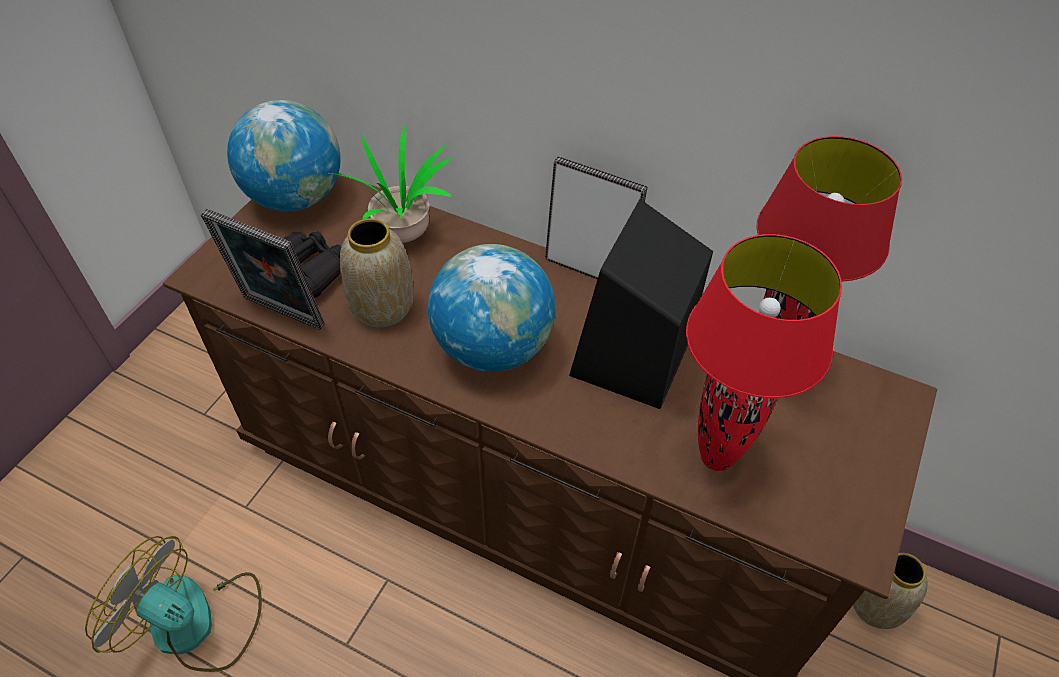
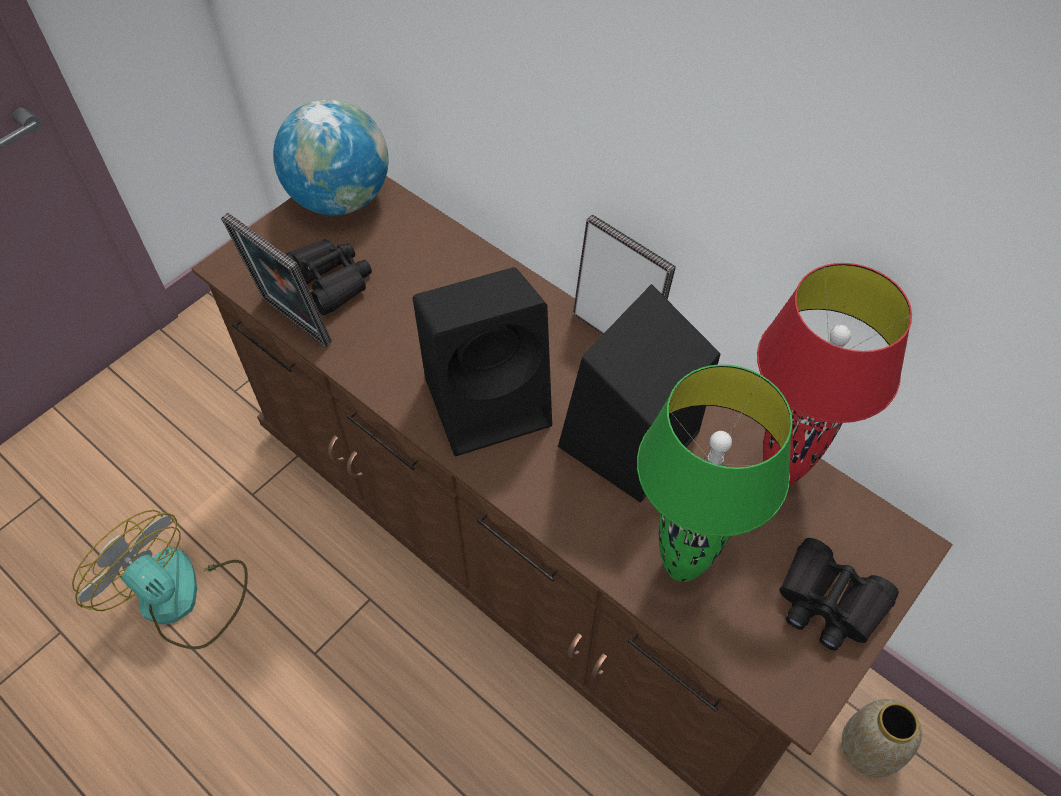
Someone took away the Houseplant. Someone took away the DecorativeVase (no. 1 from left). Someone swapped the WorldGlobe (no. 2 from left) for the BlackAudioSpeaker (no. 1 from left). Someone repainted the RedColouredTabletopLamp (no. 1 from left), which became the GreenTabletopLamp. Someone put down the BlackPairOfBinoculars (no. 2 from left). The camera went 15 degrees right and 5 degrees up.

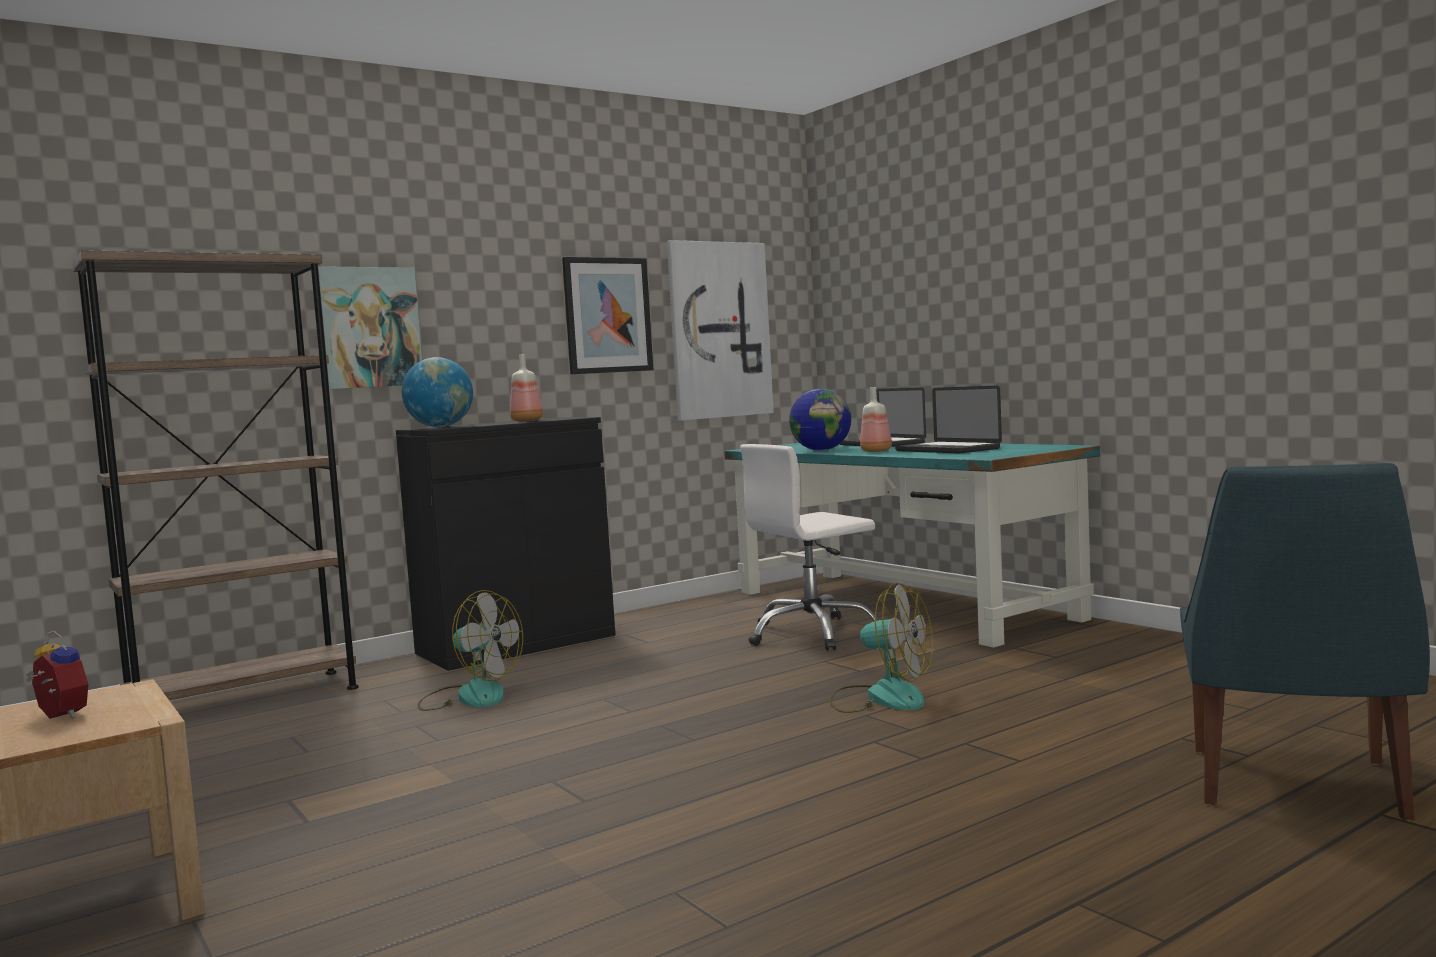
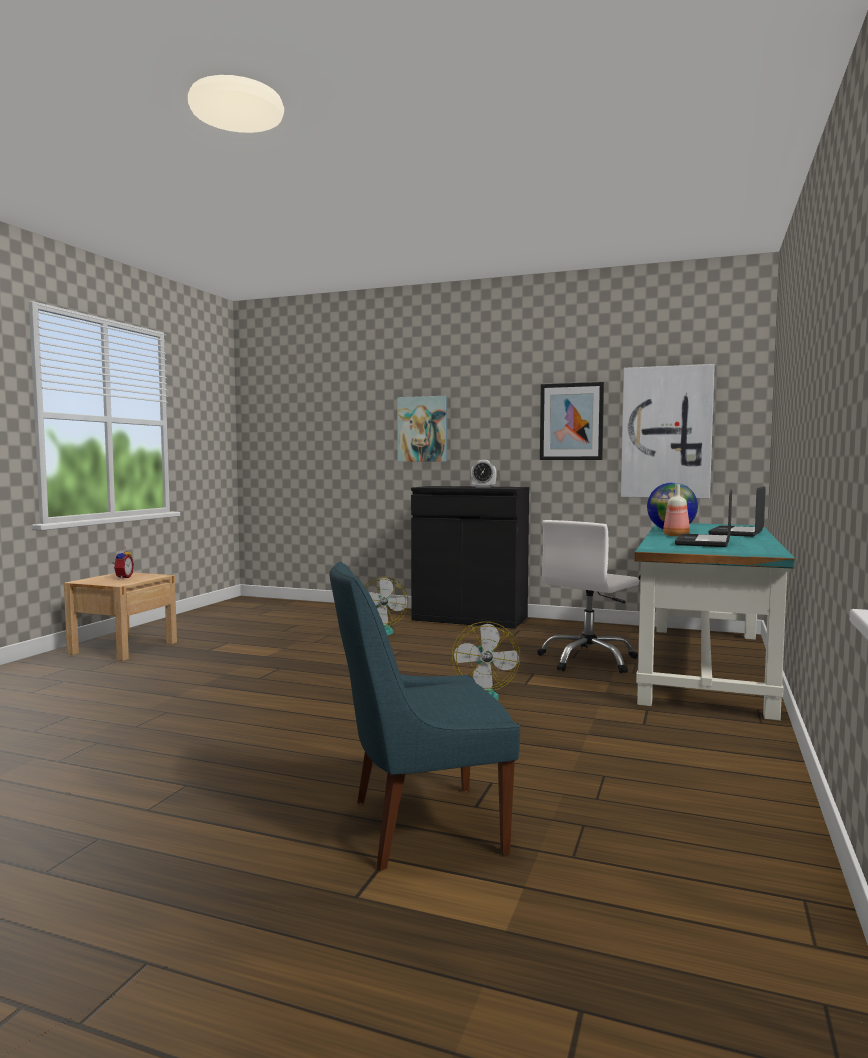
Someone took away the BrownBookcase. Someone took away the WorldGlobe (no. 1 from left). Someone swapped the Bottle (no. 1 from left) for the BedsideClock (no. 2 from left). Someone rotated the WhiteOfficeChair by 75 degrees counterclockwise. The camera went 55 degrees right and 0 degrees up.

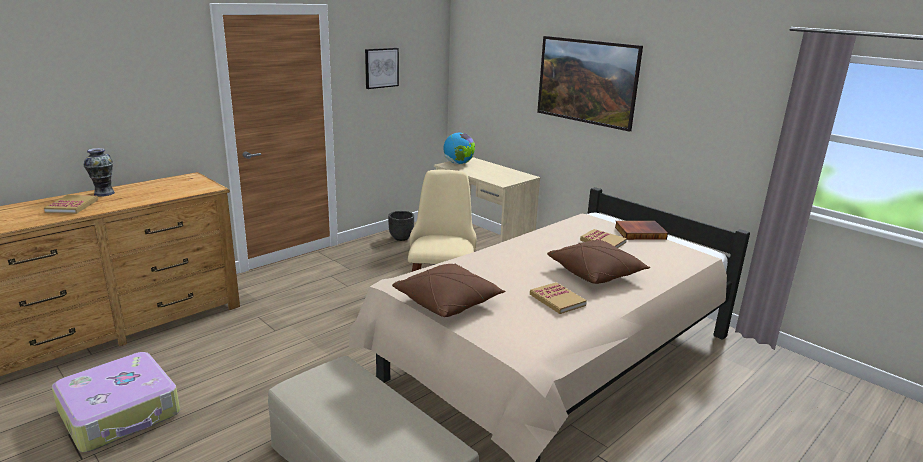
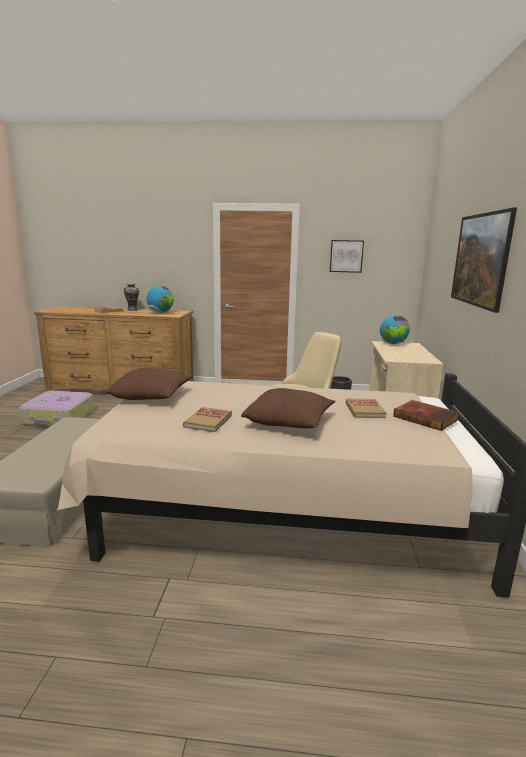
Someone put down the WorldGlobe (no. 1 from left). The camera went 50 degrees right and 5 degrees down.

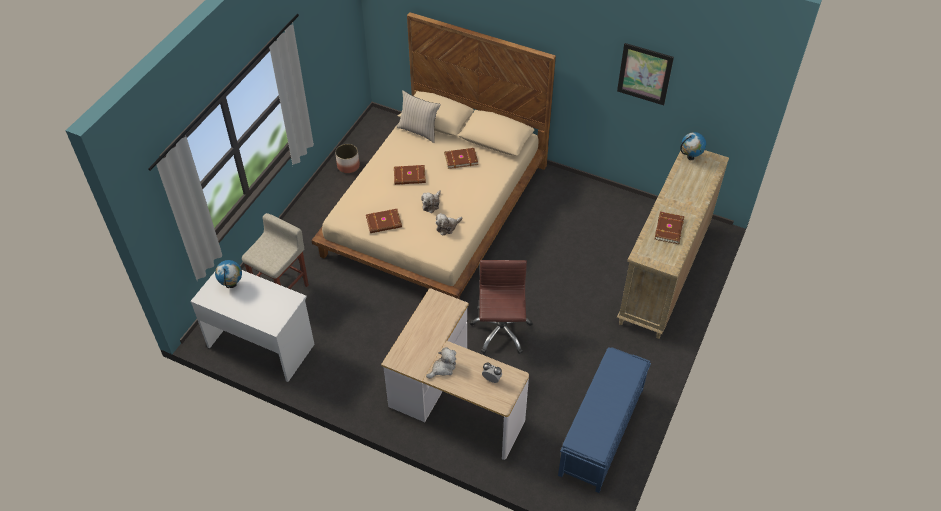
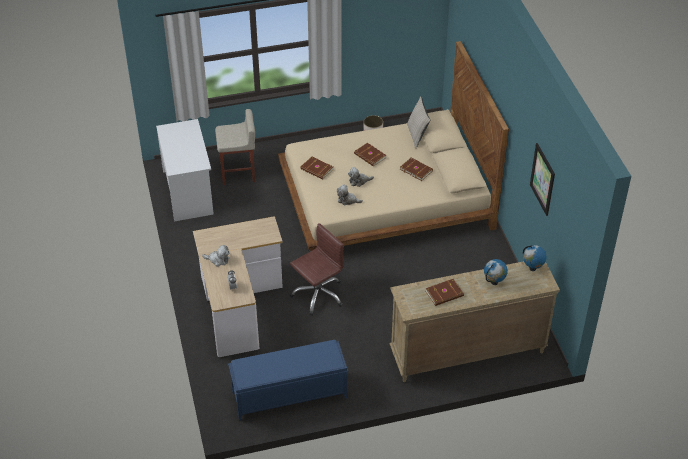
Someone carried the WorldGlobe (no. 1 from left). The camera went 50 degrees right and 5 degrees down.

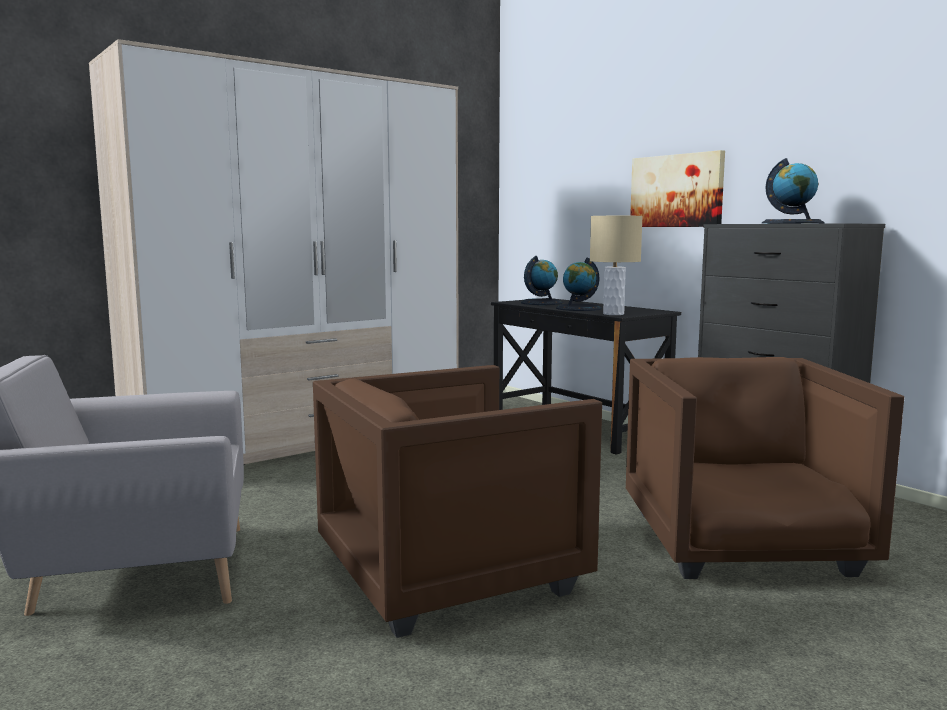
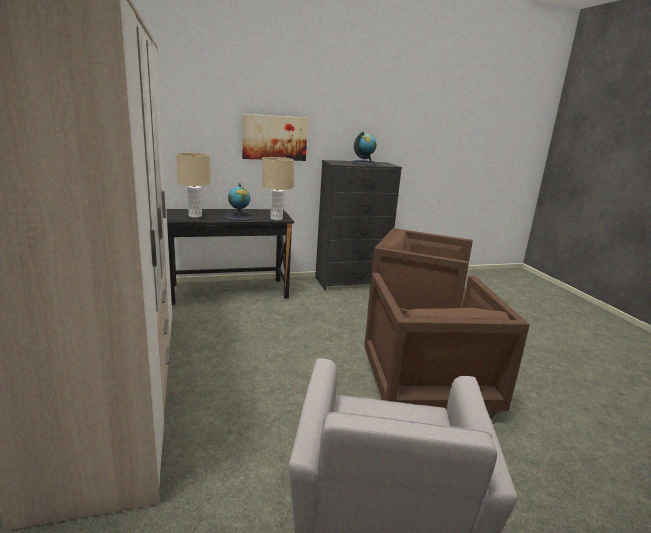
Someone swapped the WorldGlobe (no. 1 from left) for the SandColouredTabletopLamp (no. 1 from left). The camera went 70 degrees left and 10 degrees up.

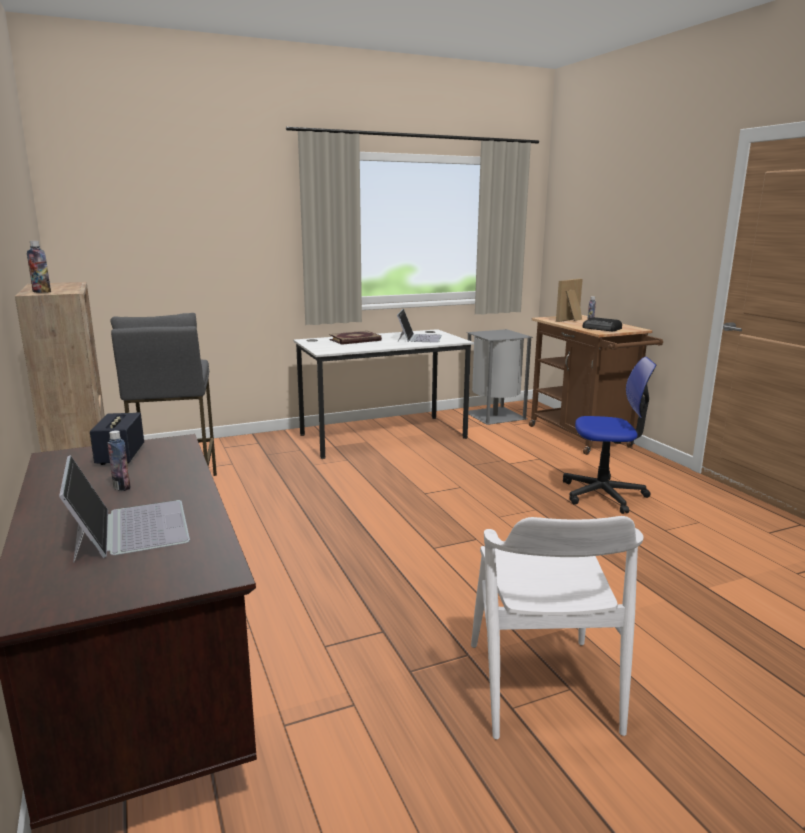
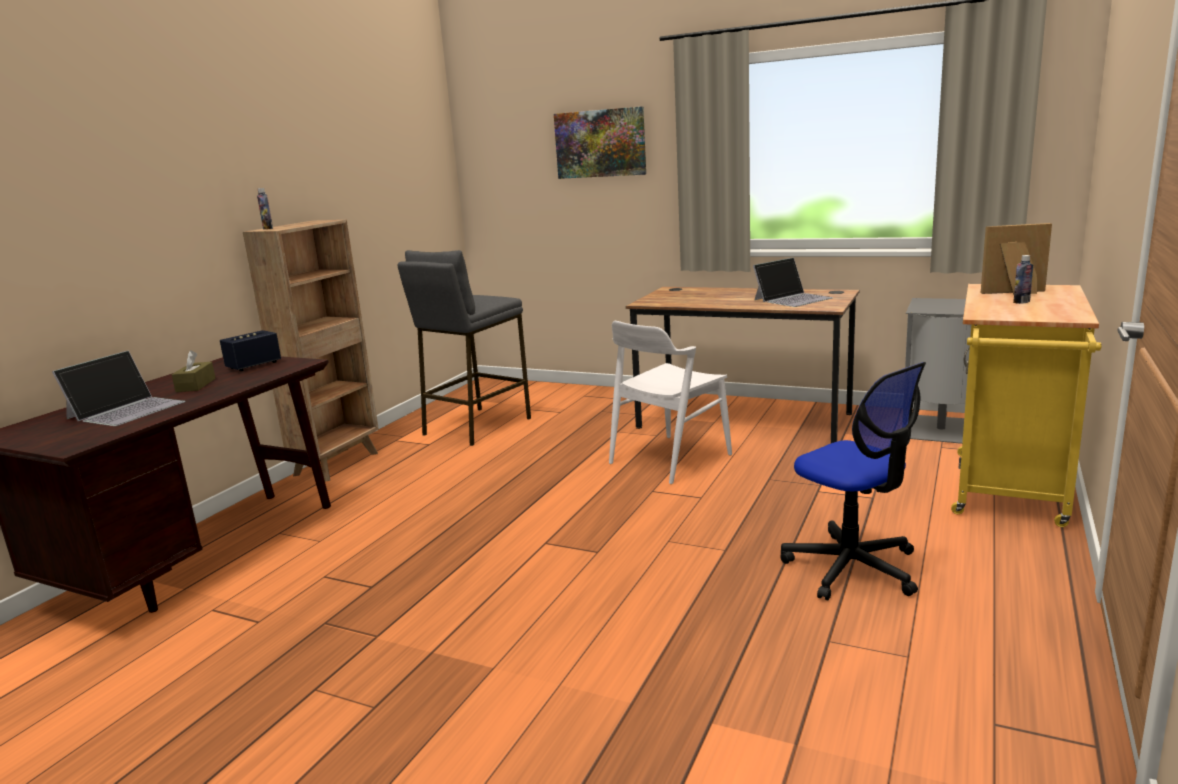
Someone swapped the Bottle (no. 2 from left) for the BrownTissueHolder. Someone repainted the WhiteDeskUnit, which became the BrownDeskUnit (no. 2 from left). Someone took away the BoundBook. Someone carried the WhiteUprightChair. Someone repainted the BrownWheeledCart, which became the YellowWheeledCart. Someone took away the RadioReceiver. Someone put up the WallArt. The camera went 50 degrees right and 0 degrees up.

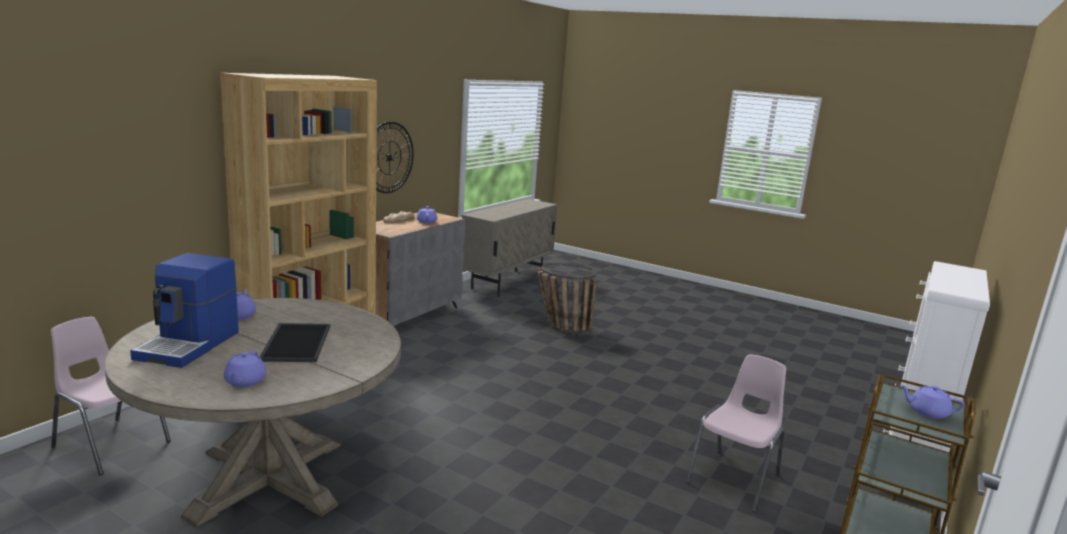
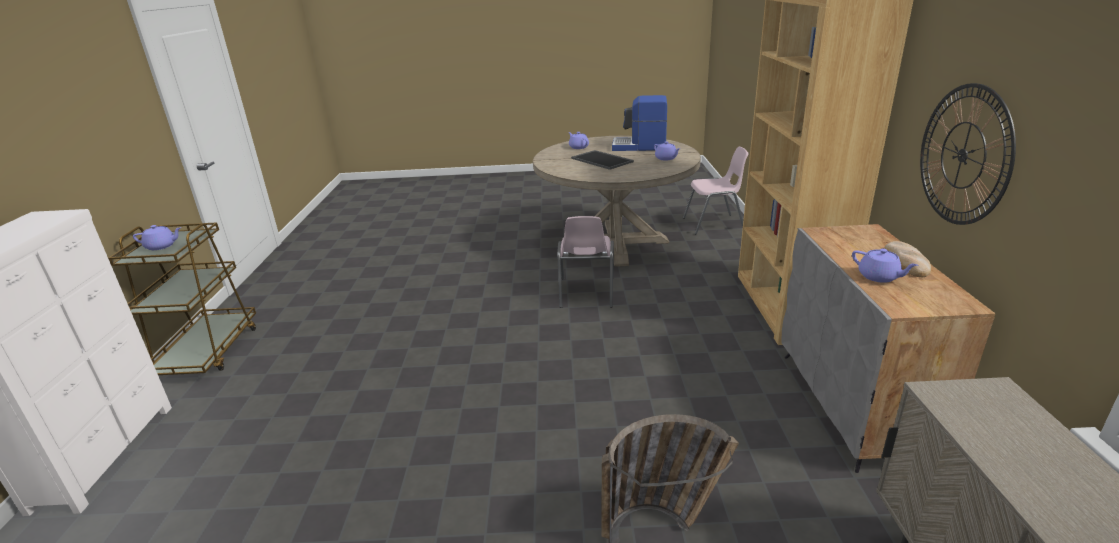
Someone rotated the CoffeeMachine by 60 degrees counterclockwise. Someone carried the PinkColouredUprightChair (no. 2 from left in the first image). The camera went 150 degrees right and 10 degrees up.

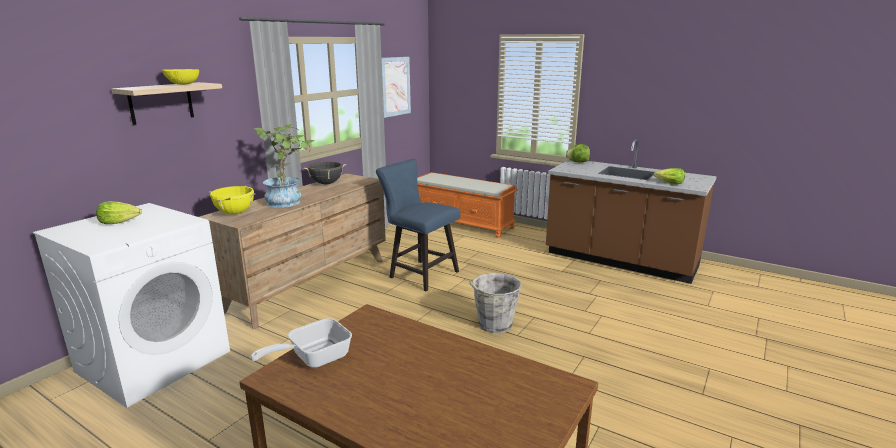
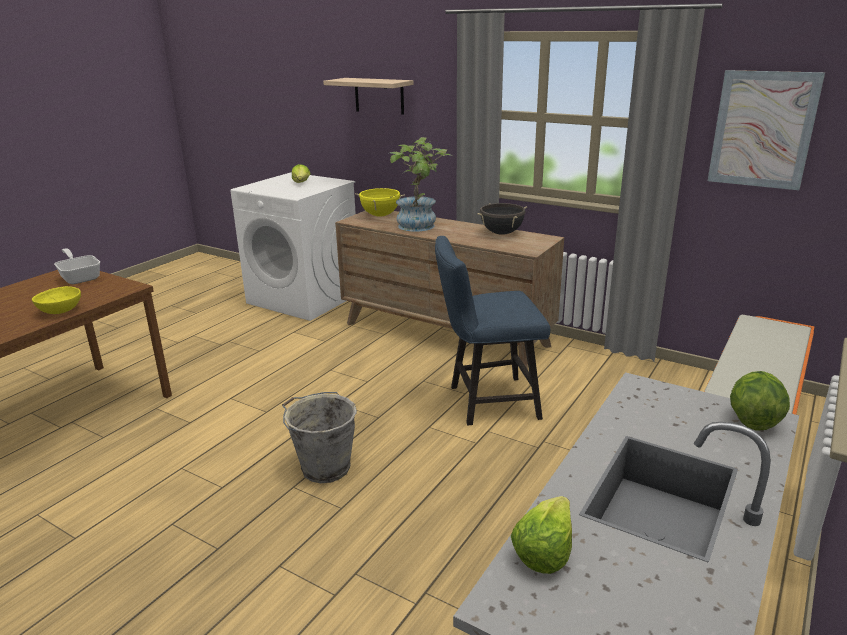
Someone carried the YellowDeepDish. Someone rotated the BluishUprightChair by 135 degrees counterclockwise. The camera went 90 degrees right and 5 degrees up.

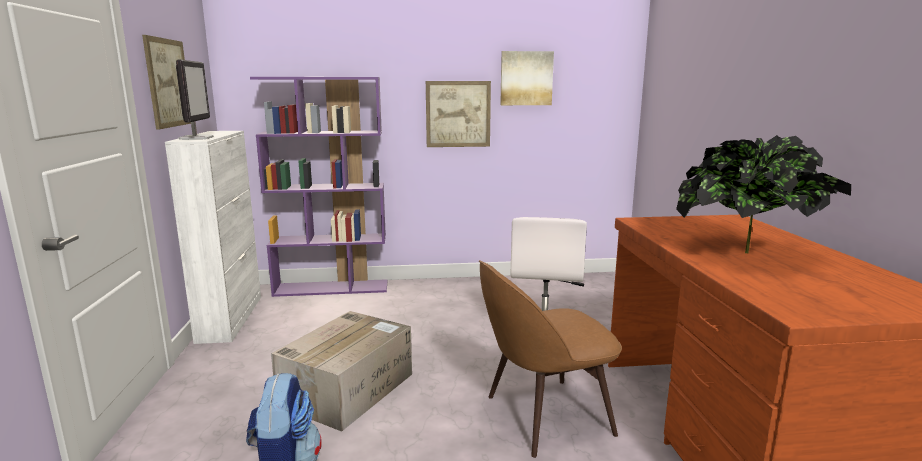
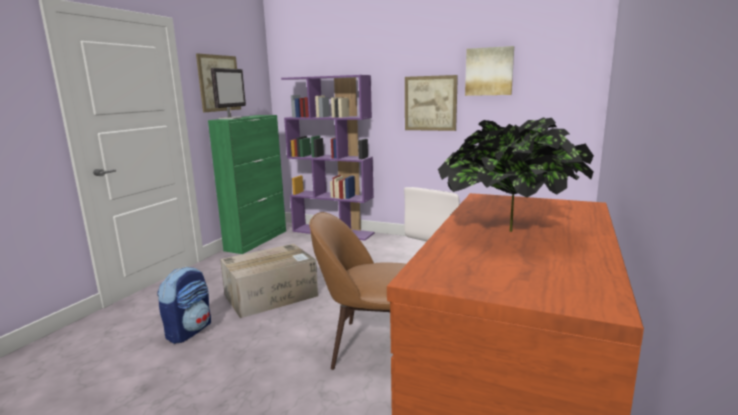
Someone repainted the WhiteCupboard, which became the GreenCupboard. The camera went 30 degrees right and 0 degrees up.

